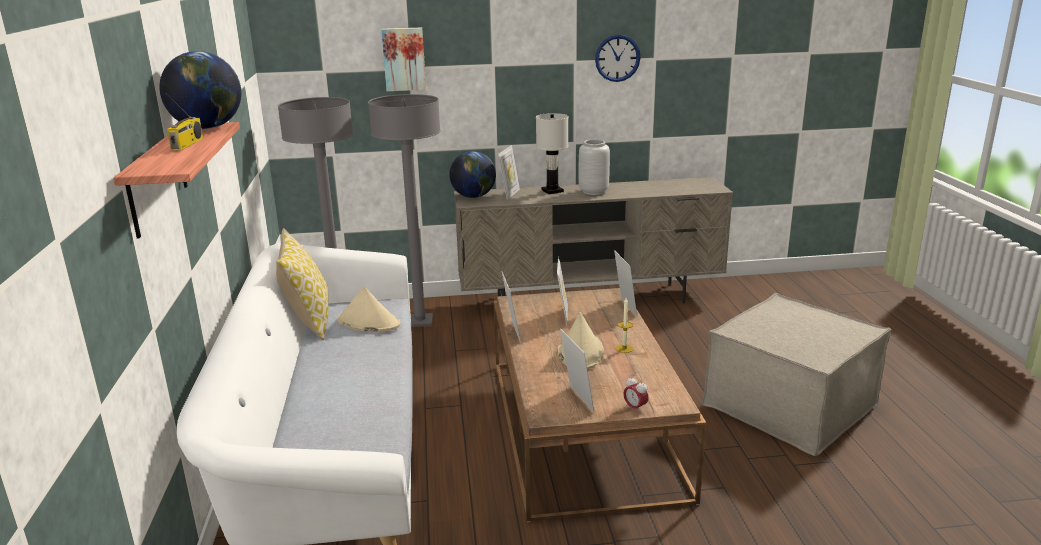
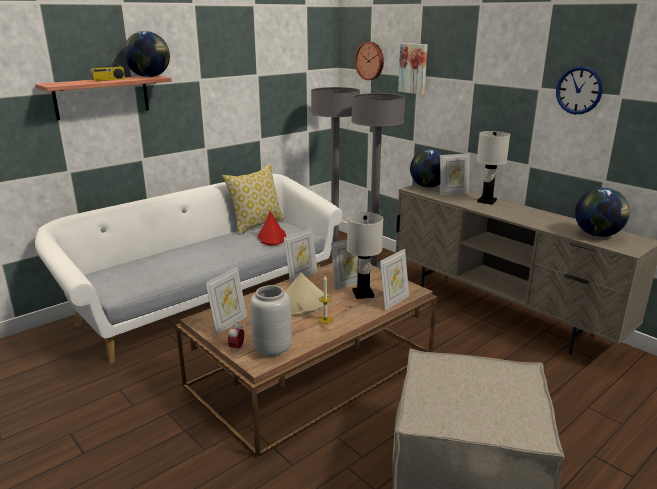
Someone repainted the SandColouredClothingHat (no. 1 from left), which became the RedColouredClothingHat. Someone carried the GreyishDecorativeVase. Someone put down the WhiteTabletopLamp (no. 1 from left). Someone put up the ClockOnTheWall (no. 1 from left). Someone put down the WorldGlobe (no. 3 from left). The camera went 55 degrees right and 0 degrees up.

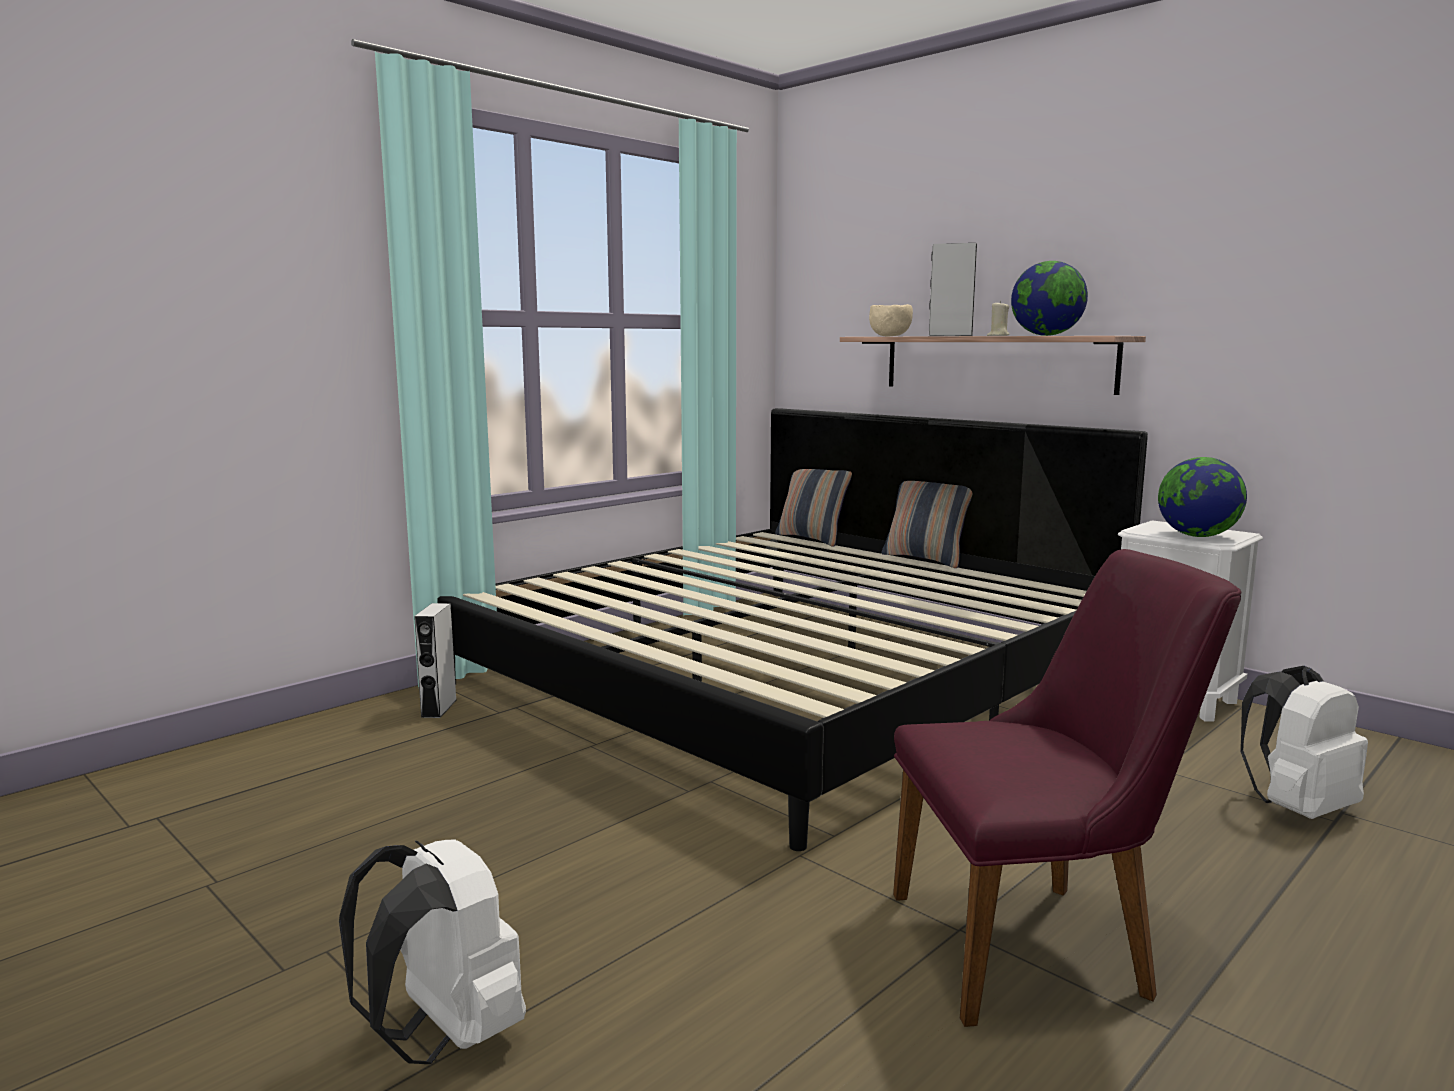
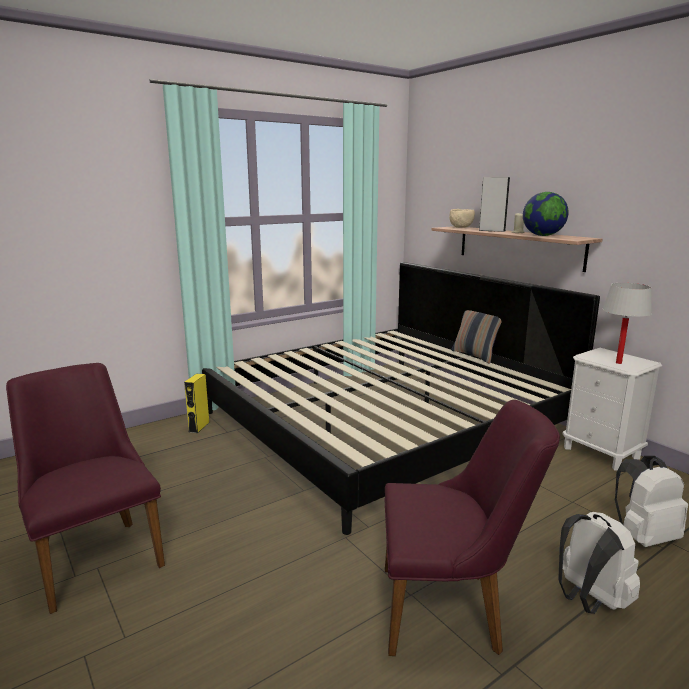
Someone carried the WhiteRucksack (no. 1 from left). Someone repainted the GreyishAudioSpeaker (no. 1 from left), which became the YellowAudioSpeaker. Someone took away the Cushion (no. 1 from left). Someone swapped the WorldGlobe (no. 2 from left) for the WhiteTabletopLamp. Someone put down the PurpleColouredUprightChair (no. 1 from left). The camera went 10 degrees right and 5 degrees up.

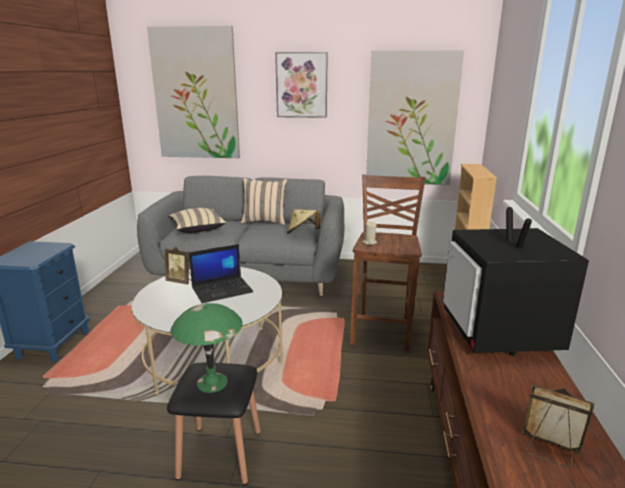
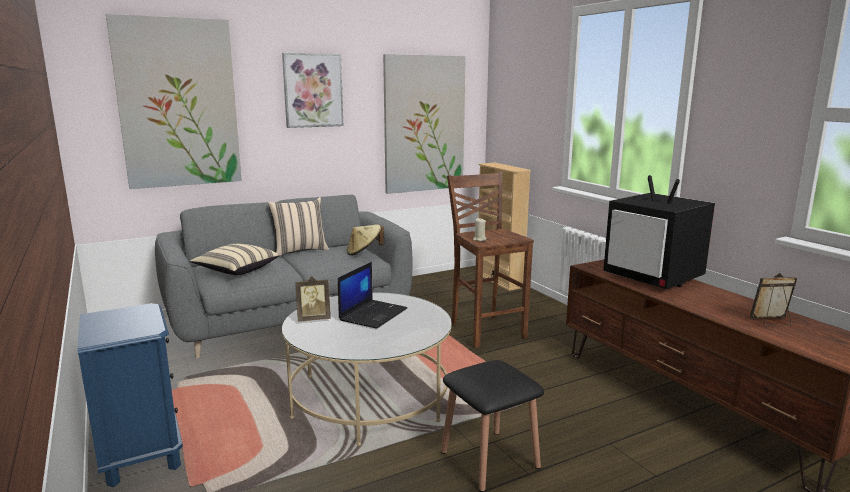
Someone took away the GreenTabletopLamp. The camera went 35 degrees left and 5 degrees down.

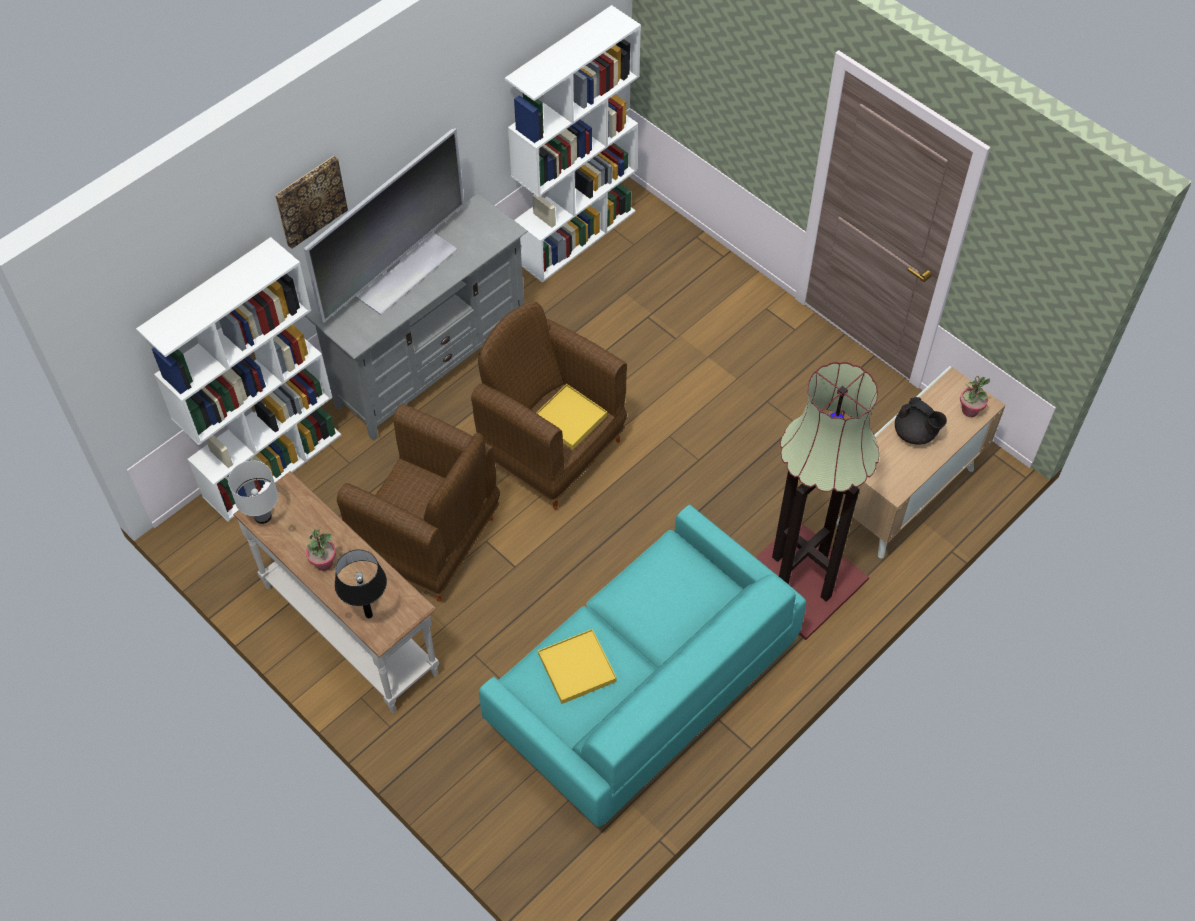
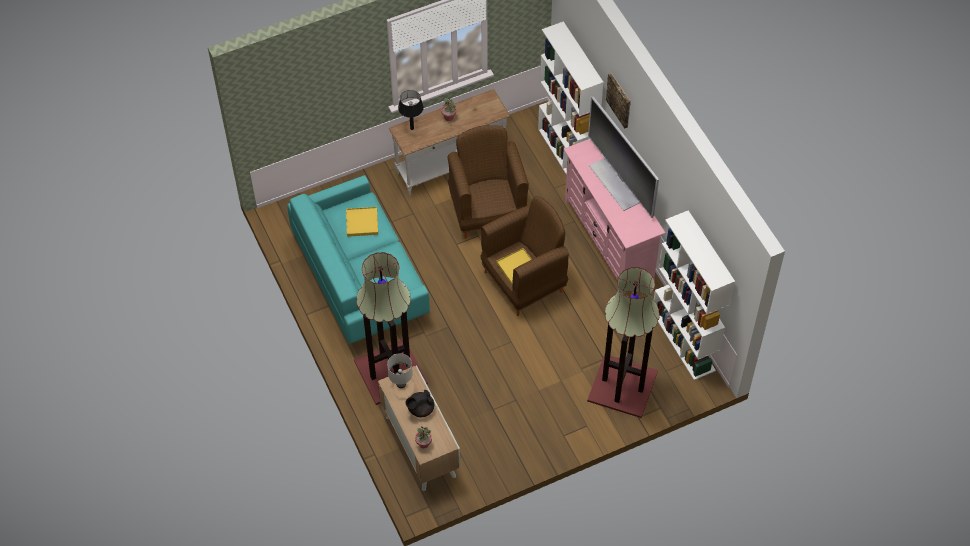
Someone carried the WhiteTabletopLamp. Someone repainted the GreyishTvStand, which became the PinkColouredTvStand. Someone rotated the BrownLoungeChair (no. 1 from left) by 120 degrees clockwise. Someone put down the FloorLamp (no. 2 from left). The camera went 110 degrees right and 0 degrees up.

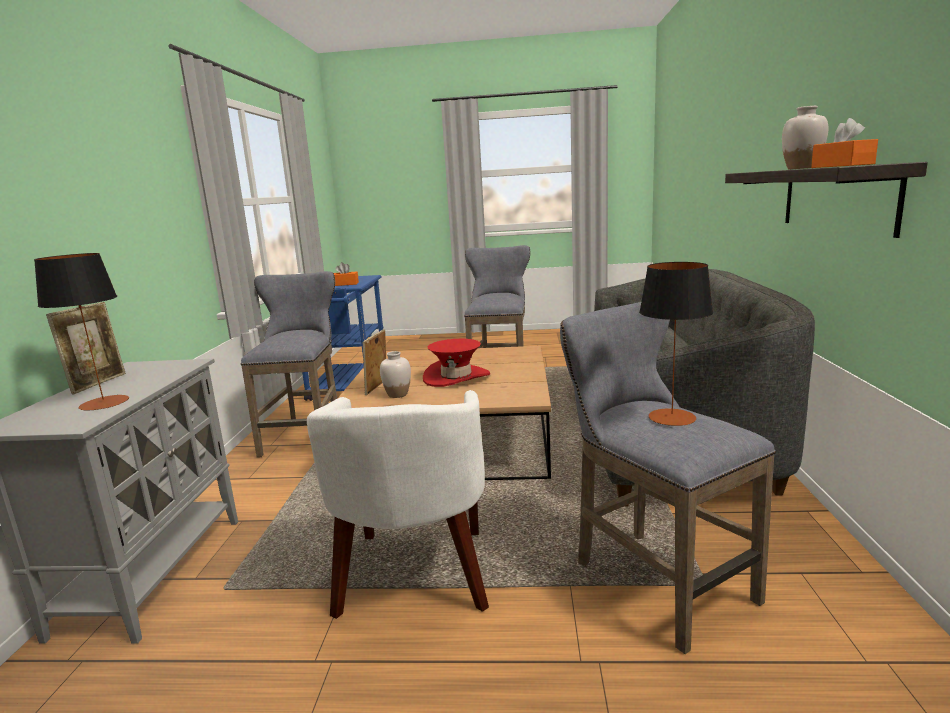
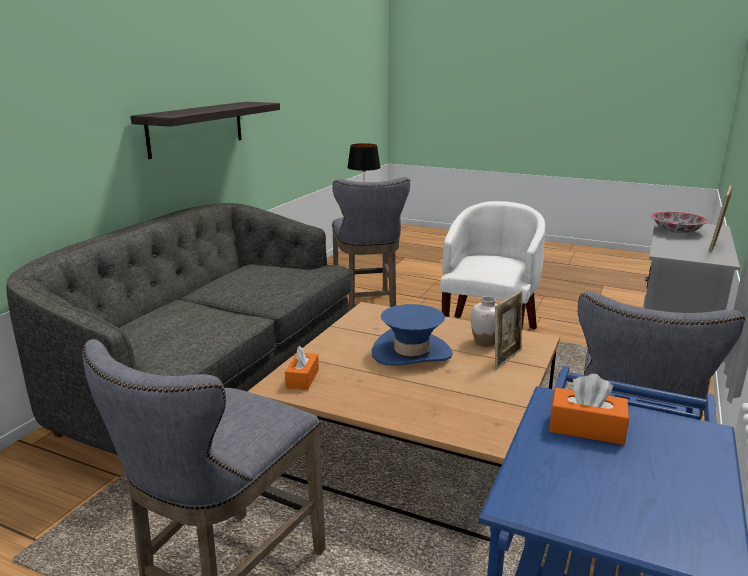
Someone swapped the TabletopLamp (no. 1 from left) for the DeepDish. Someone repainted the RedColouredClothingHat, which became the BluishClothingHat. Someone took away the WhiteDecorativeVase (no. 2 from left). Someone carried the OrangeyTissueHolder (no. 2 from left in the first image). The camera went 160 degrees left and 5 degrees up.

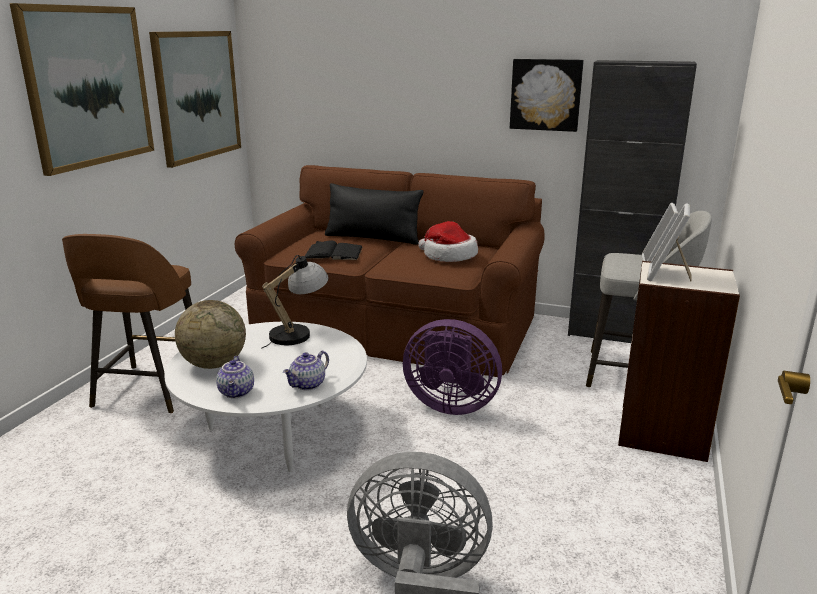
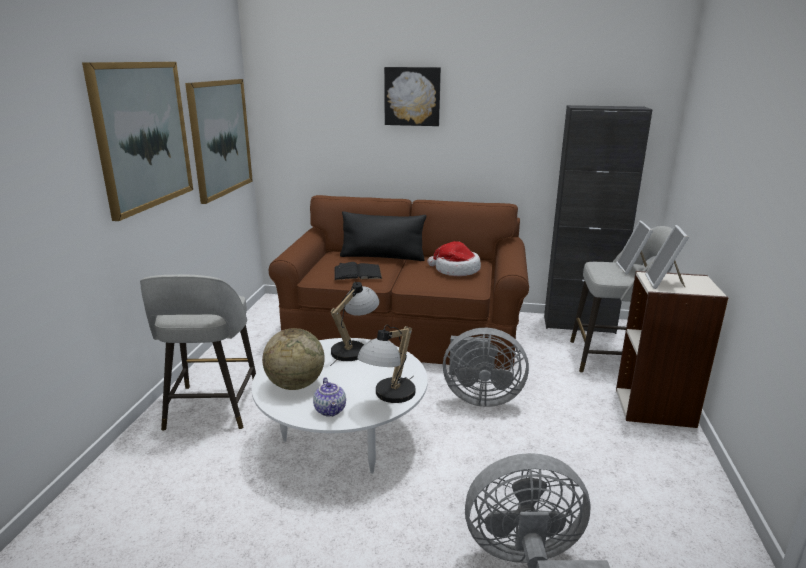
Someone repainted the BrownStoolSeat, which became the GreyishStoolSeat (no. 1 from left). Someone swapped the PotForTea (no. 2 from left) for the TabletopLamp (no. 2 from left). Someone repainted the PurpleColouredElectricFan, which became the GreyishElectricFan (no. 1 from left). Someone carried the WallArt (no. 3 from left). The camera went 10 degrees left and 0 degrees up.

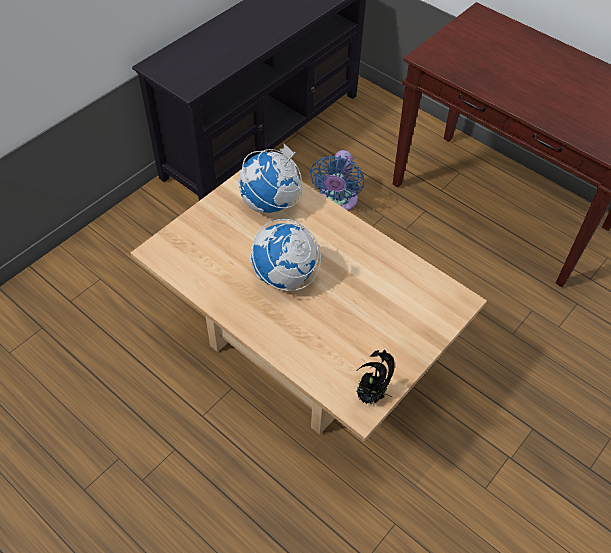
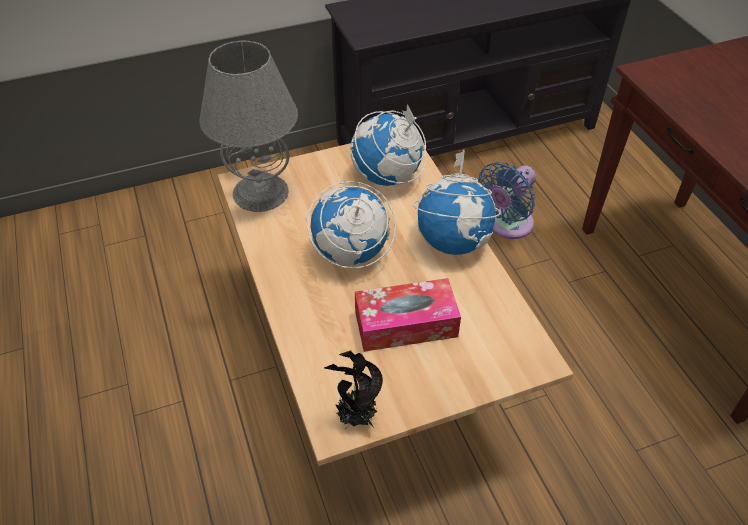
Someone put down the GreyishTabletopLamp. Someone put down the TissueHolder. Someone put down the WorldGlobe (no. 3 from left). The camera went 30 degrees right and 5 degrees down.

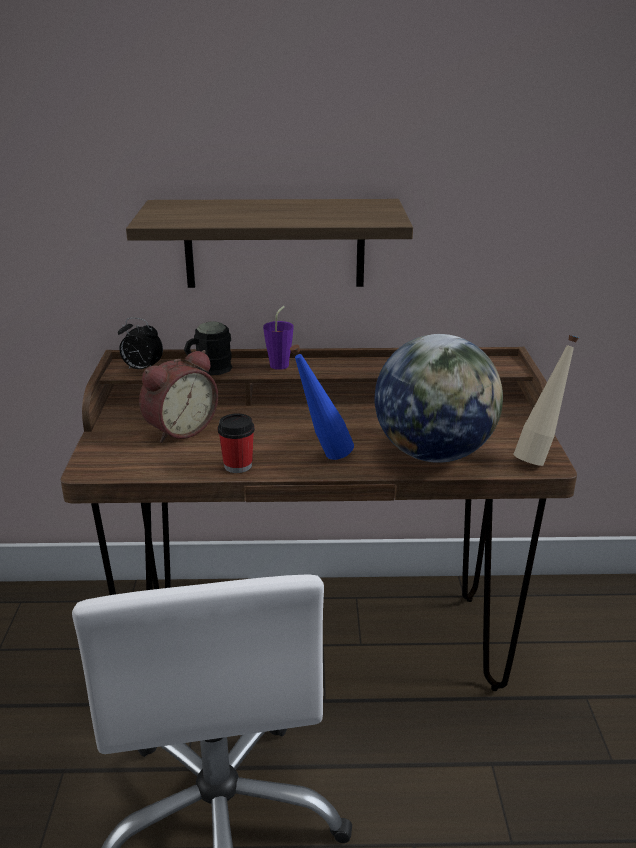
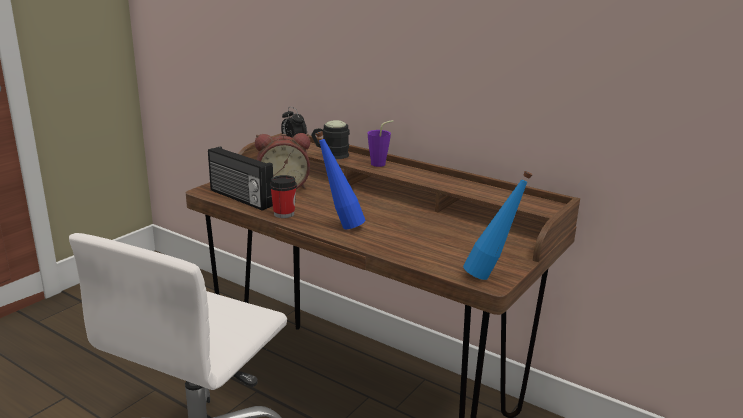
Someone took away the Shelf. Someone took away the WorldGlobe. Someone repainted the SandColouredBottle, which became the BluishBottle (no. 2 from left). Someone put down the RadioReceiver. The camera went 35 degrees right and 5 degrees down.

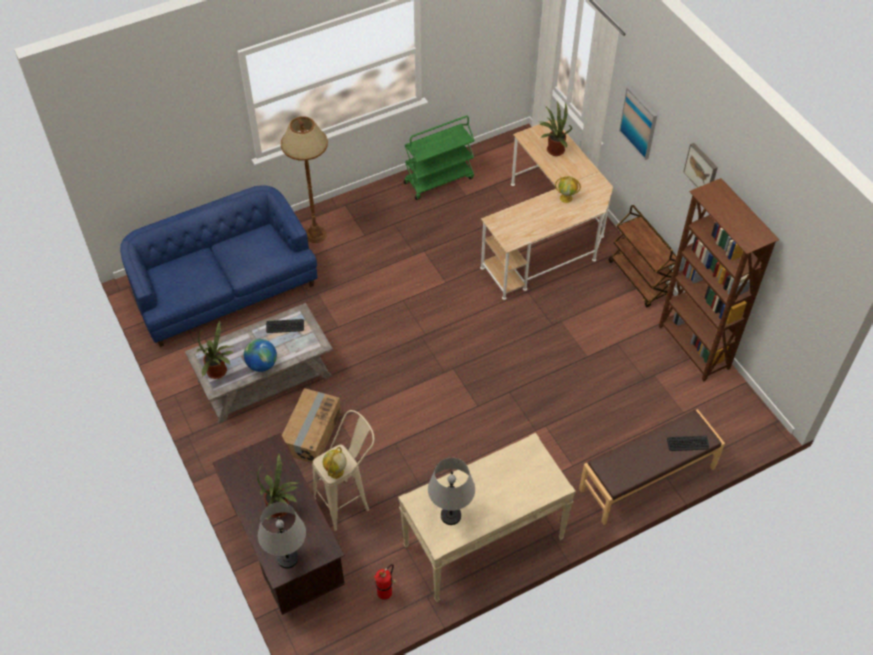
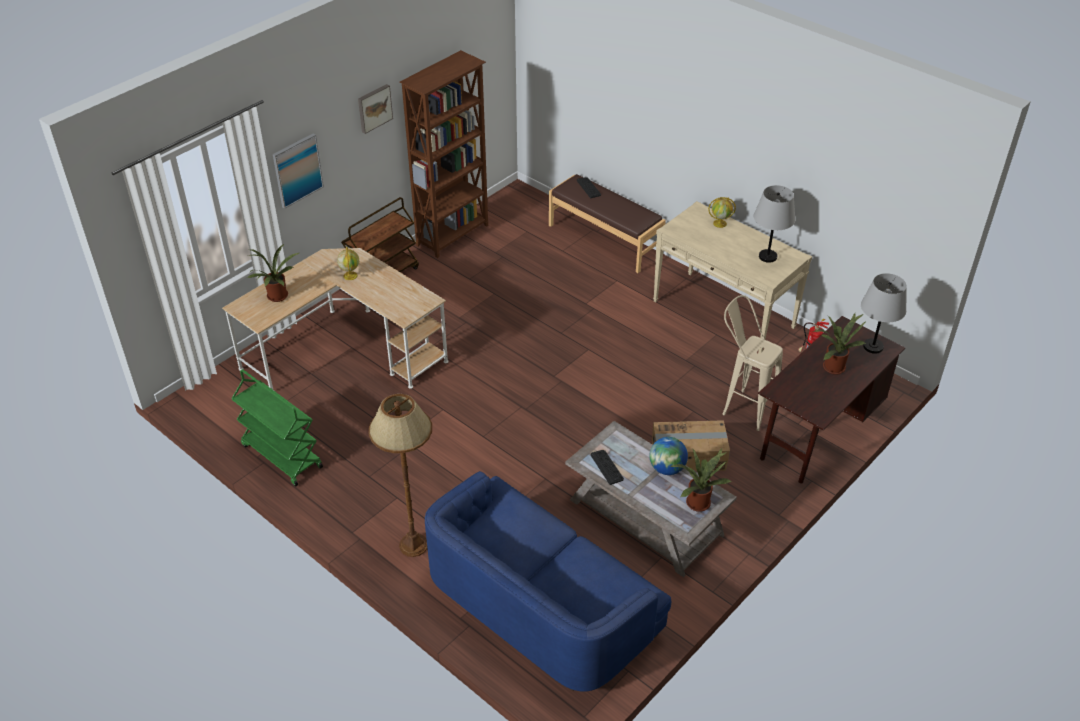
Someone carried the WorldGlobe (no. 2 from left in the first image). The camera went 110 degrees left and 10 degrees down.

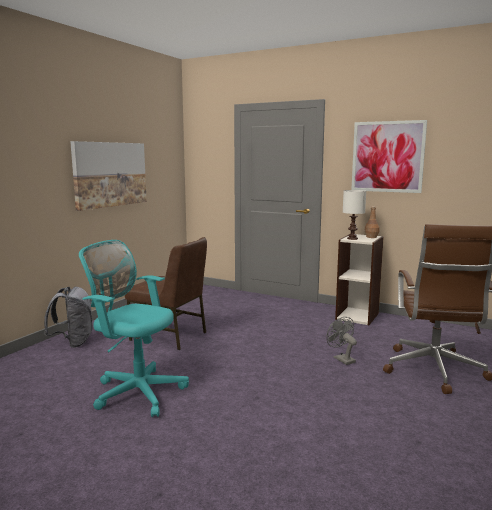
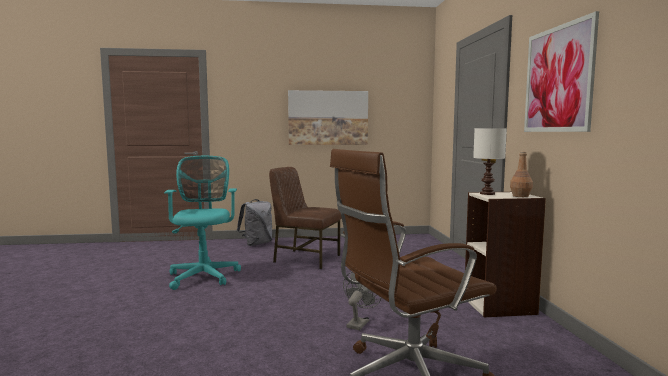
Someone rotated the BrownUprightChair by 120 degrees clockwise. The camera went 55 degrees right and 5 degrees down.

